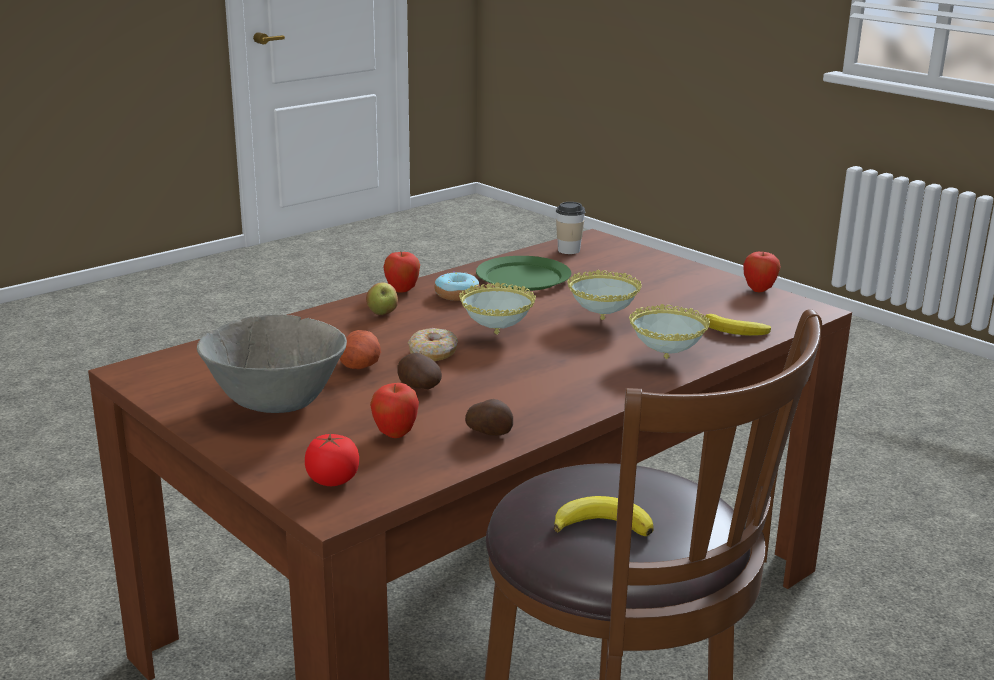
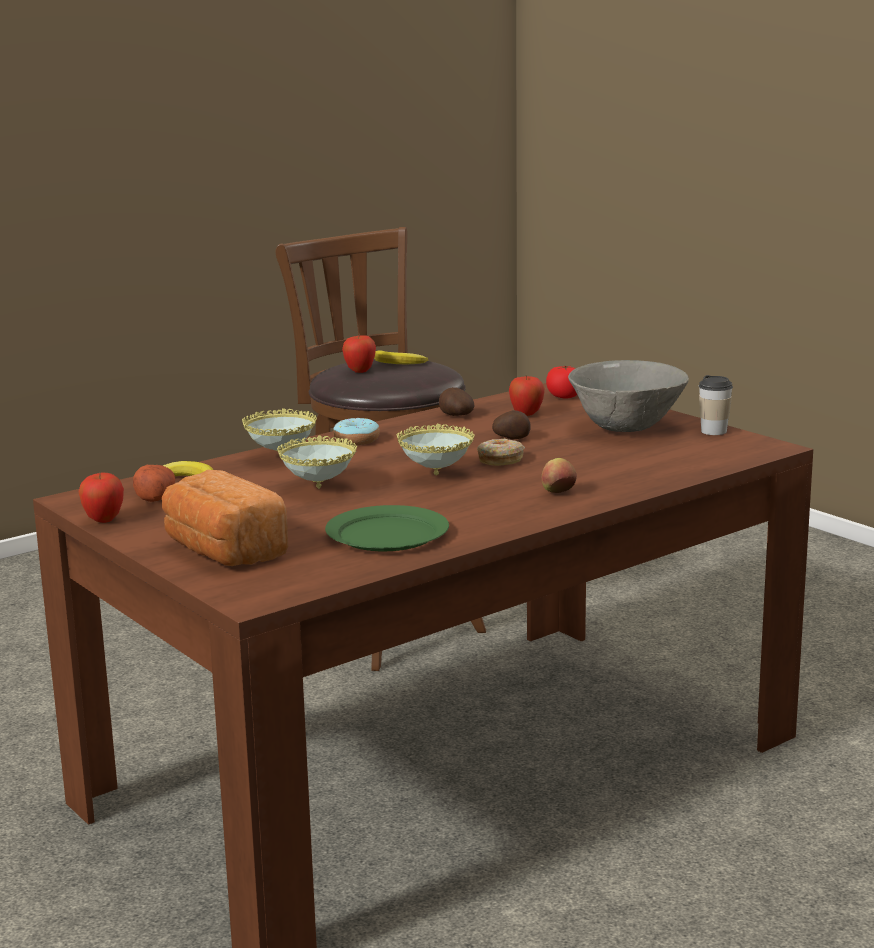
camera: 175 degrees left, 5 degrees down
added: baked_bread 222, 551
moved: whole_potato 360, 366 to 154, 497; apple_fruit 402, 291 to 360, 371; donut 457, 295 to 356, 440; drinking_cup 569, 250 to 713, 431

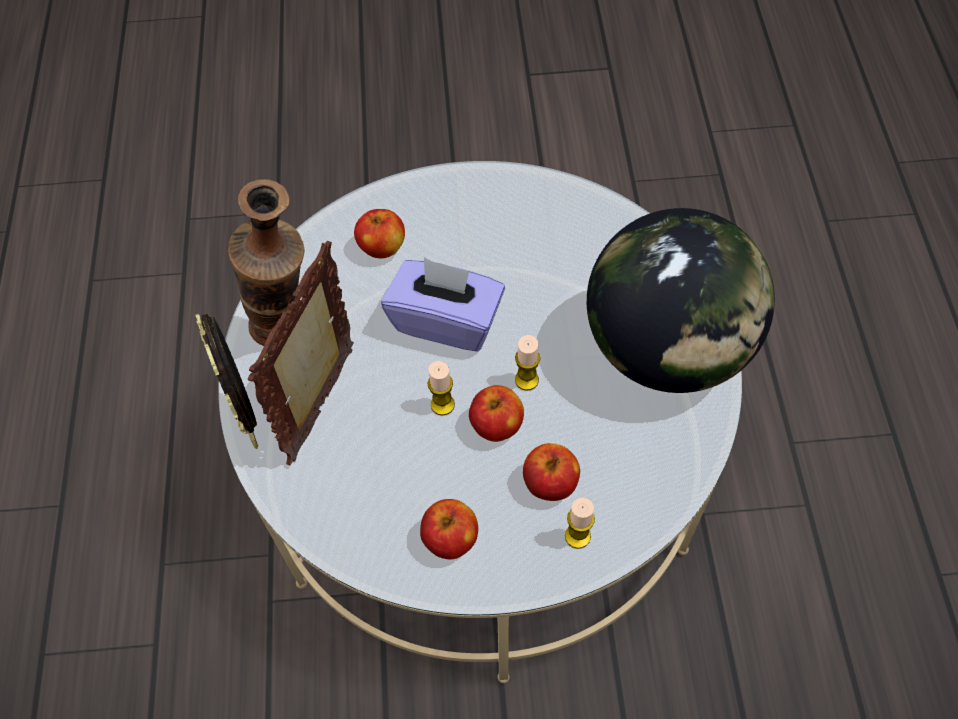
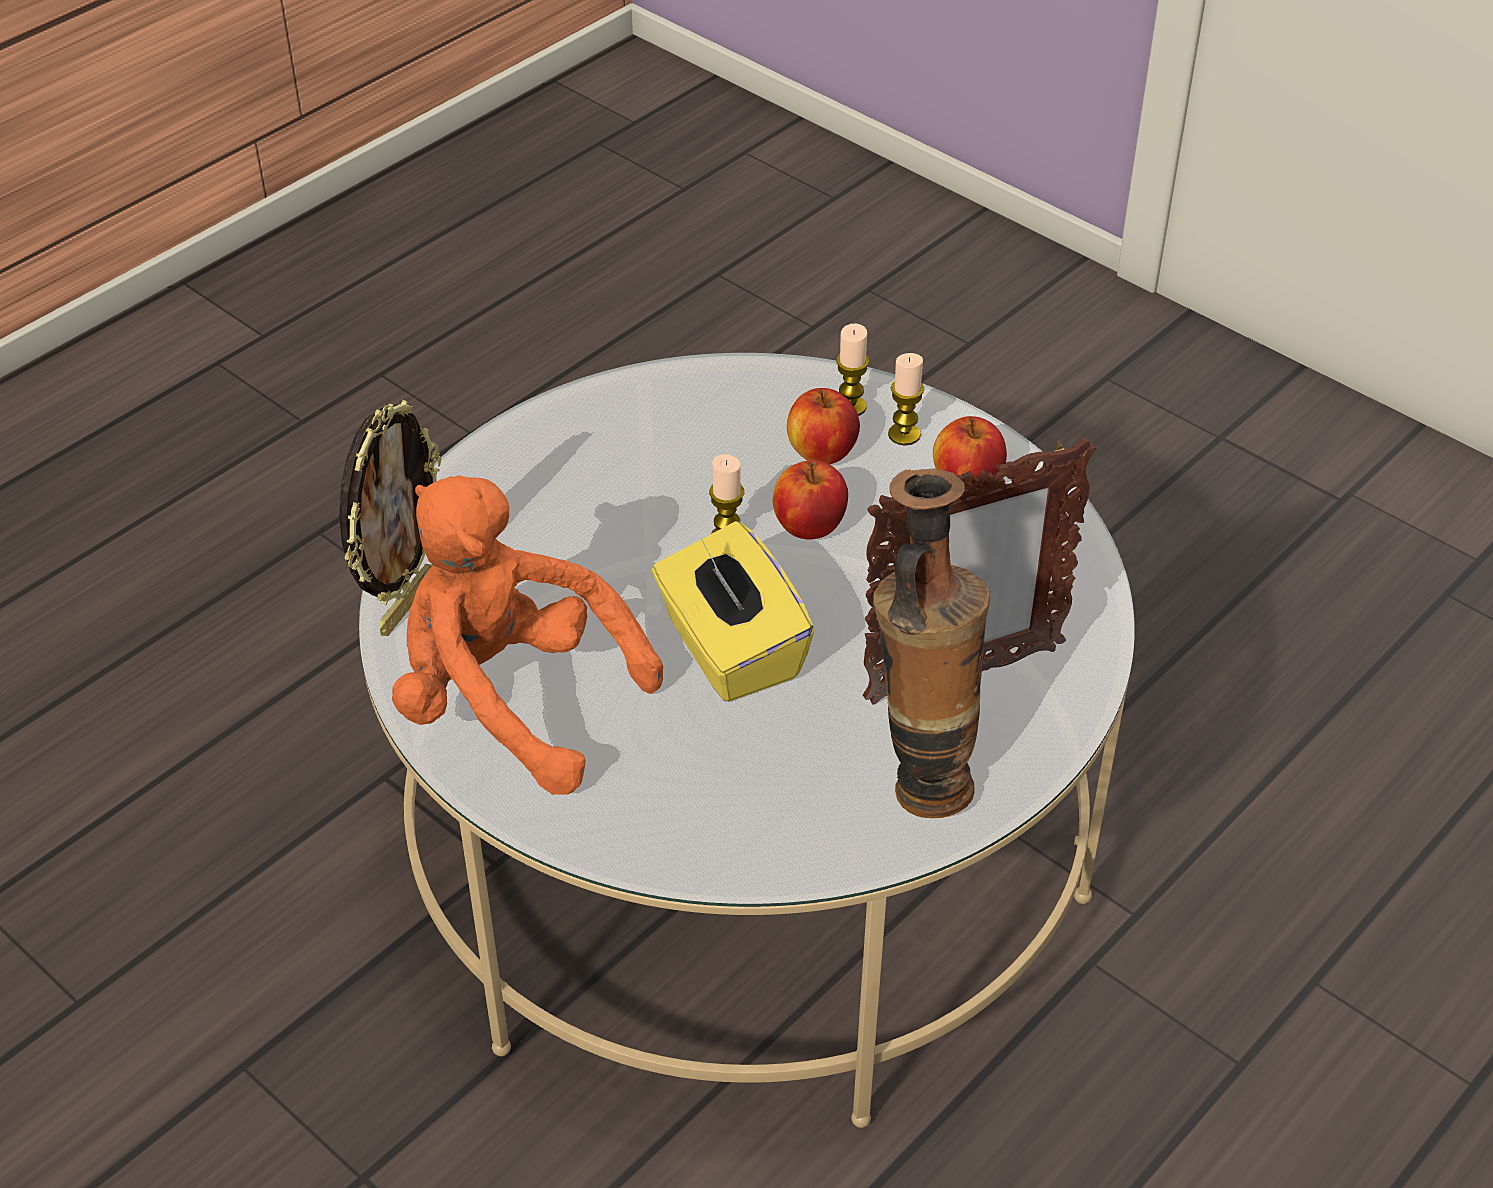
camera: 135 degrees left, 15 degrees down
removed: apple_fruit 382, 247; globe 666, 348
added: orange_cuddly_toy 511, 702
moved: standing_frame 250, 421 to 404, 604; wax_candle 442, 404 to 904, 435
recoloured: purple-coloured_tissue_holder 446, 321 to yellow_tissue_holder 730, 650

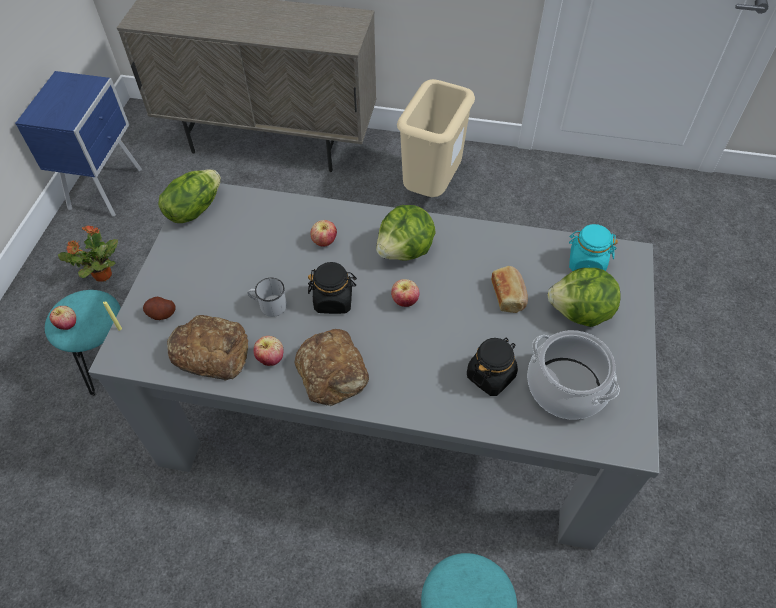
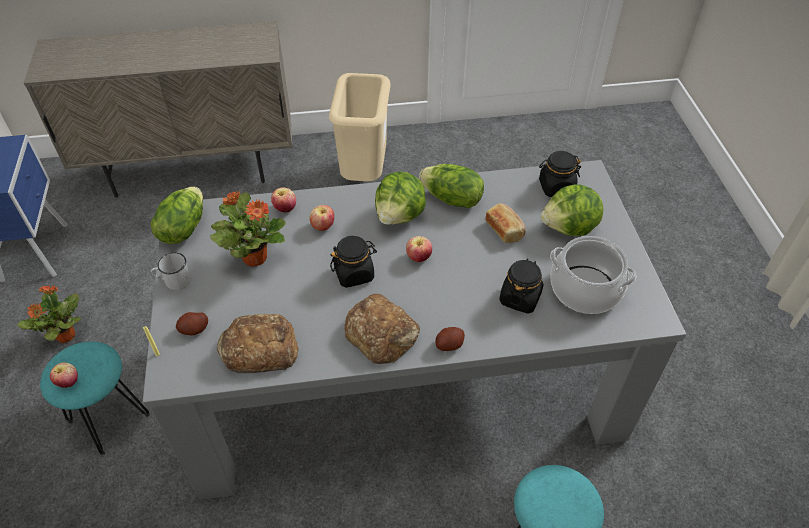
camera: 20 degrees left, 5 degrees down
added: houseplant 254, 257; lettuce_head 451, 199; whole_potato 449, 344
moved: white-coloured_mug 269, 305 to 173, 281; apple_fruit 271, 358 to 285, 208
recoloured: blue-green_storage_jar 586, 262 to black_storage_jar 556, 187

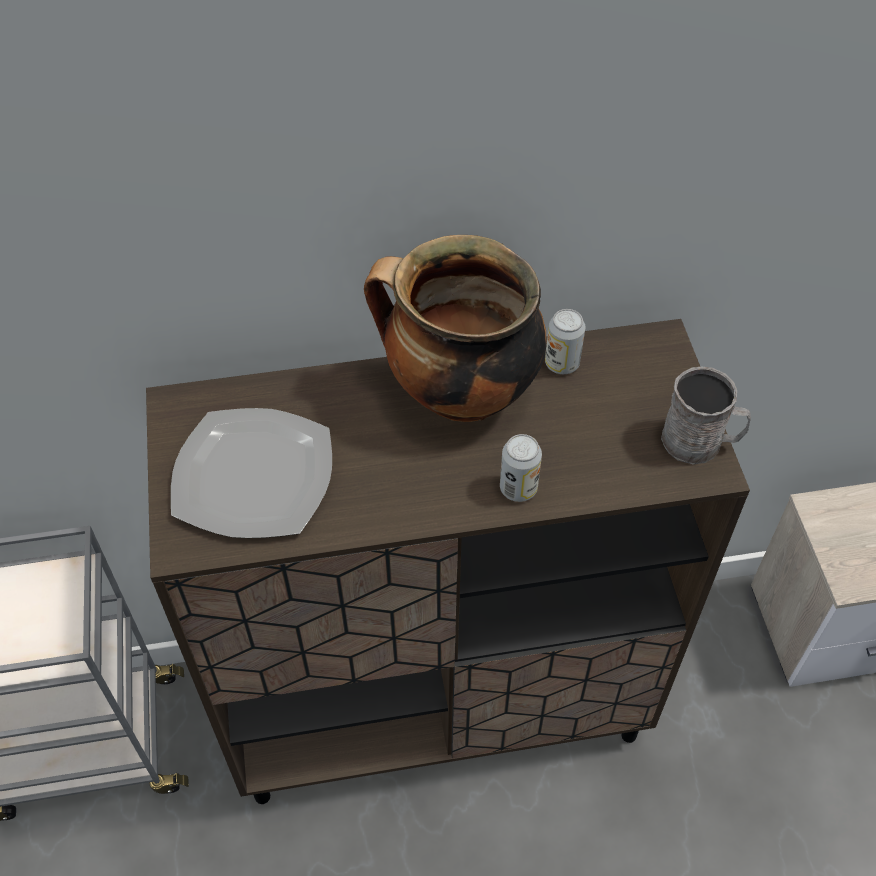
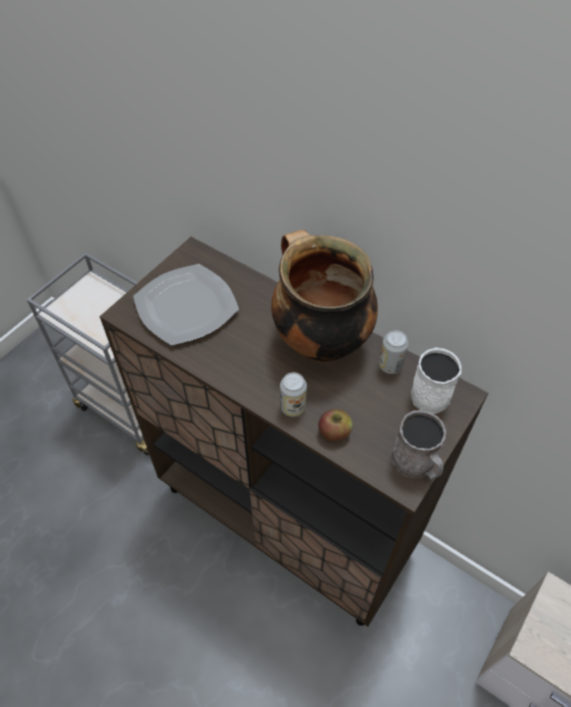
camera: 45 degrees right, 0 degrees up
added: apple_fruit 334, 432; white-coloured_mug 429, 391

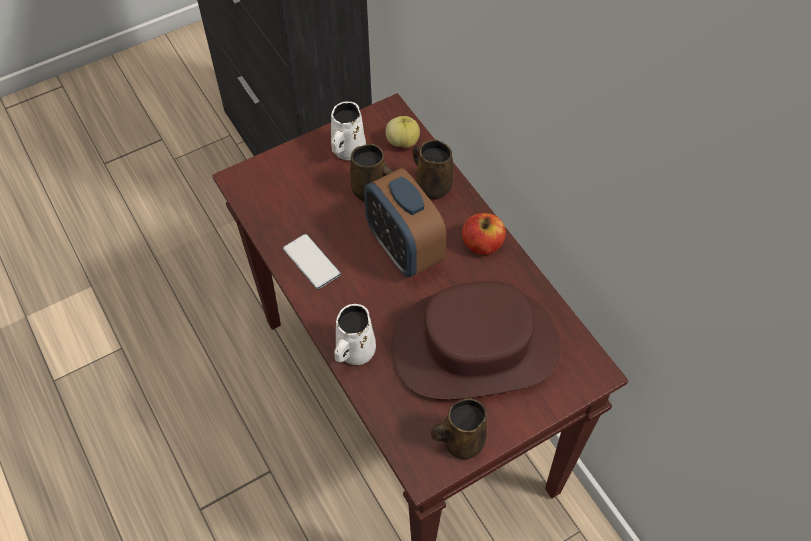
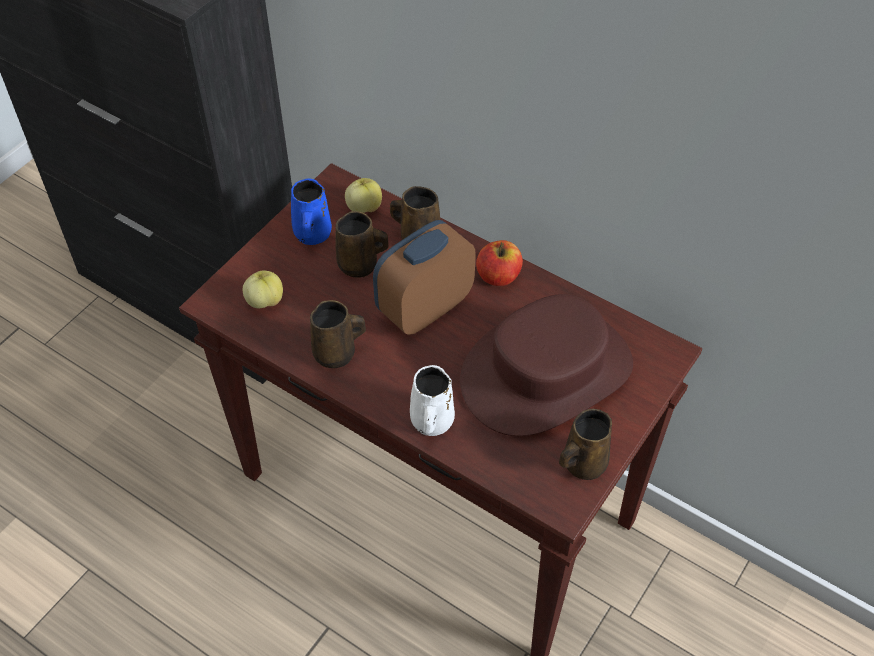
camera: 25 degrees left, 5 degrees down
added: apple_fruit 265, 301
replaced: telephone 311, 261 to brown_mug 337, 354
recoloured: white-coloured_mug 347, 151 to blue_mug 312, 235
turned: alarm_clock 404, 249 = 424, 308 105 degrees clockwise

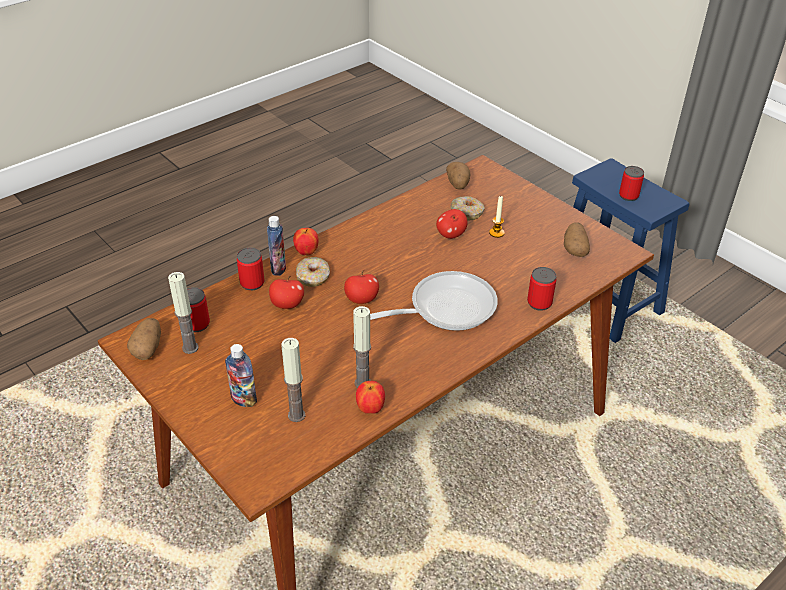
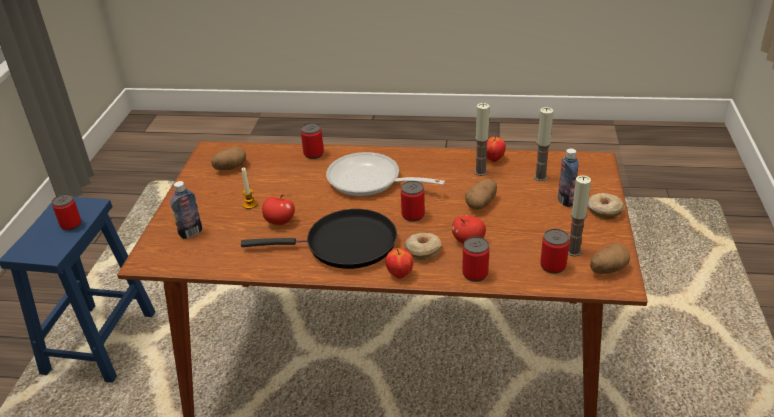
camera: 130 degrees left, 5 degrees down
added: black_skillet 345, 244
moved: bottle 278, 268 to 191, 233; whole_potato 458, 184 to 481, 203; donut 467, 213 to 604, 211
replaced: apple_fruit 361, 300 to metal_can 413, 215

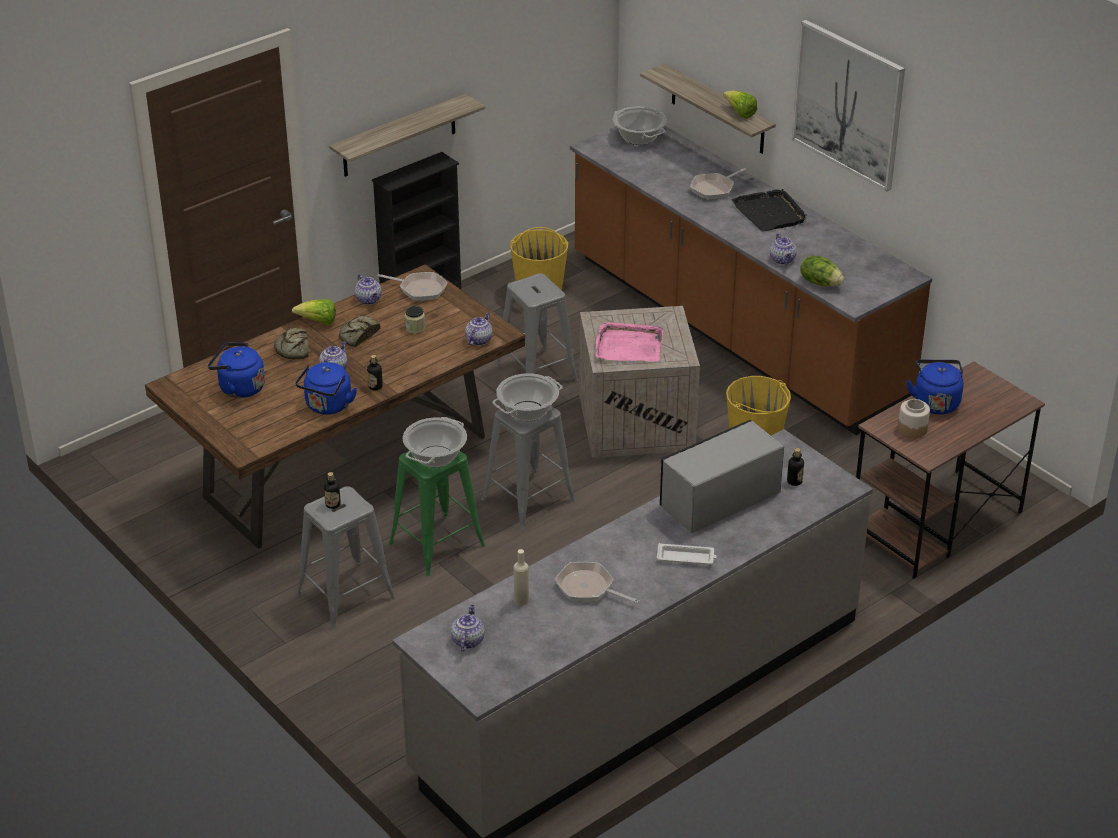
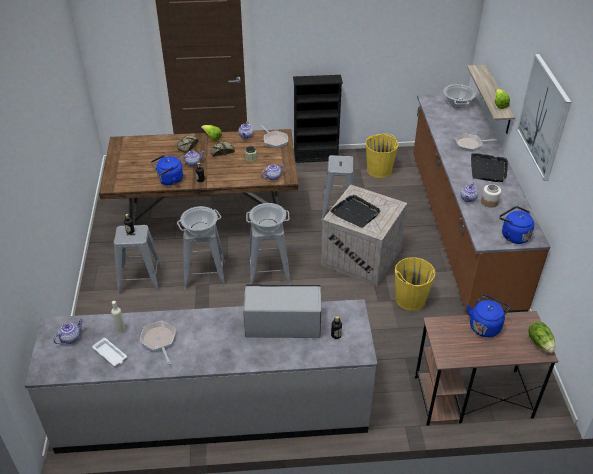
camera: 35 degrees right, 5 degrees up
removed: shelf 399, 136
moved: blue_water_kettle 239, 388 to 513, 235; white-coloured_tray 686, 557 to 110, 354; lettuce_head 820, 282 to 540, 343; storage_jar 912, 429 to 489, 202
recoloured: green_stool_seat 437, 544 to greyish_stool_seat 205, 275; pinkish_tray 628, 346 to black_tray 355, 213

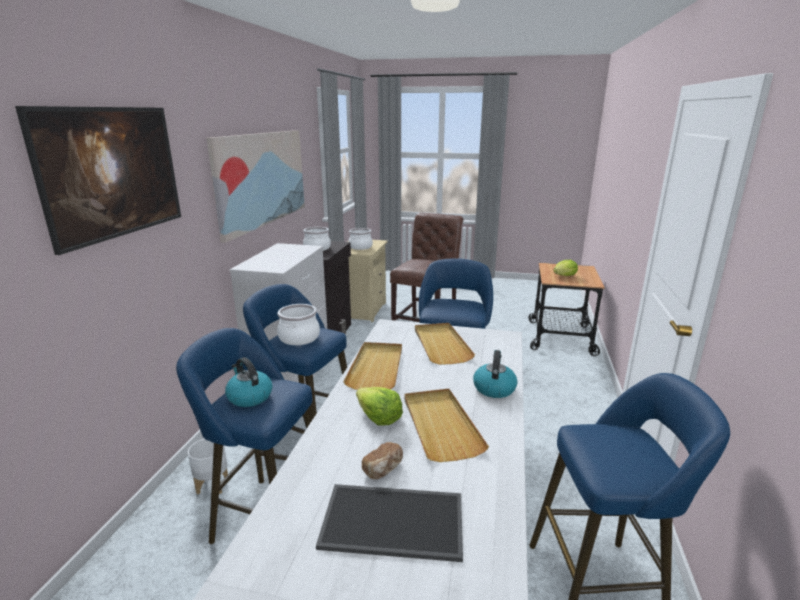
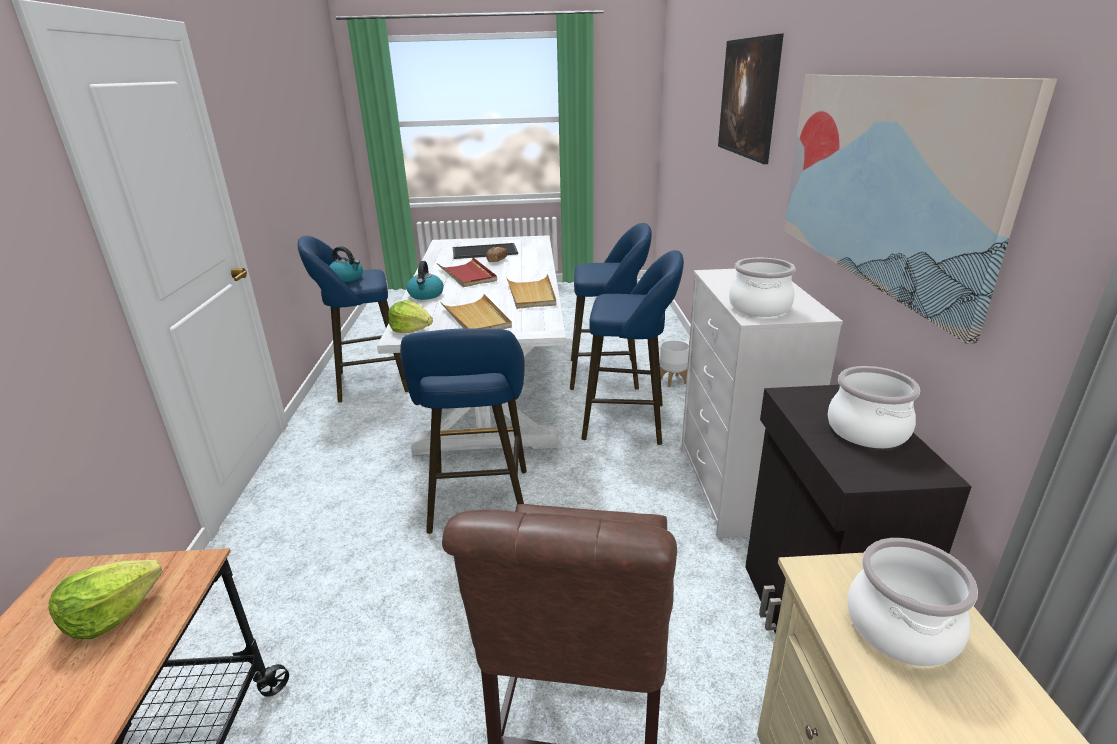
camera: 165 degrees right, 5 degrees up
moved: water_kettle 249, 397 to 347, 278; stockpot 299, 337 to 760, 308; lettuce_head 378, 418 to 411, 330
recoloured: sand-coloured_tray 440, 425 to red_tray 467, 275

